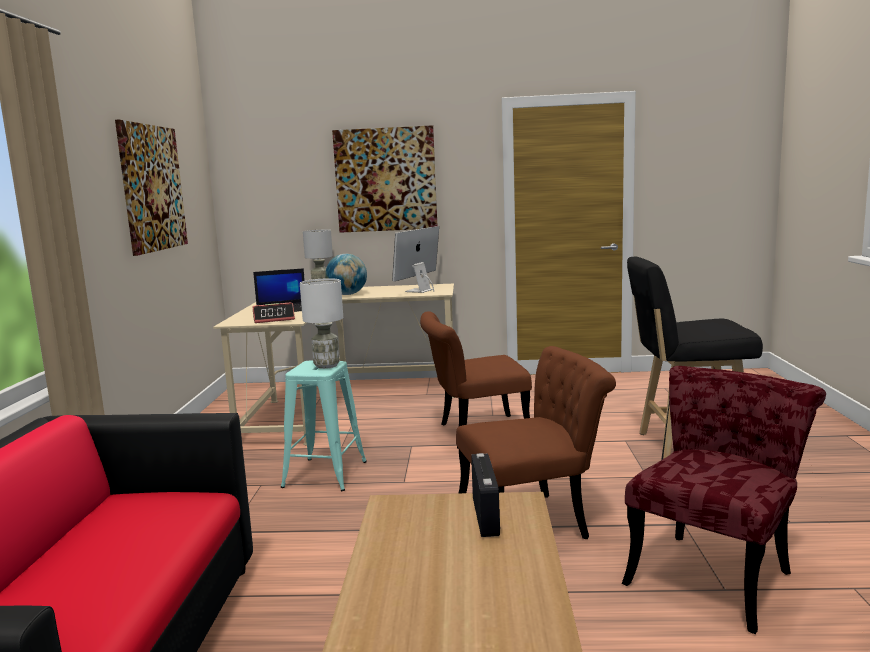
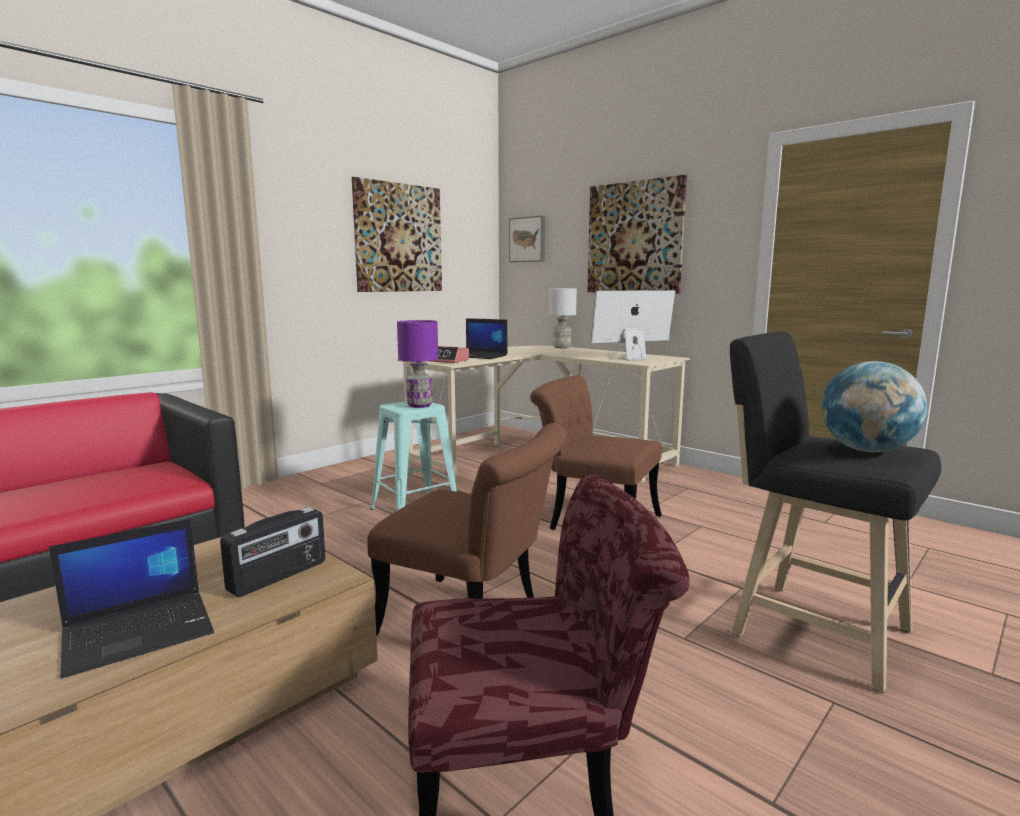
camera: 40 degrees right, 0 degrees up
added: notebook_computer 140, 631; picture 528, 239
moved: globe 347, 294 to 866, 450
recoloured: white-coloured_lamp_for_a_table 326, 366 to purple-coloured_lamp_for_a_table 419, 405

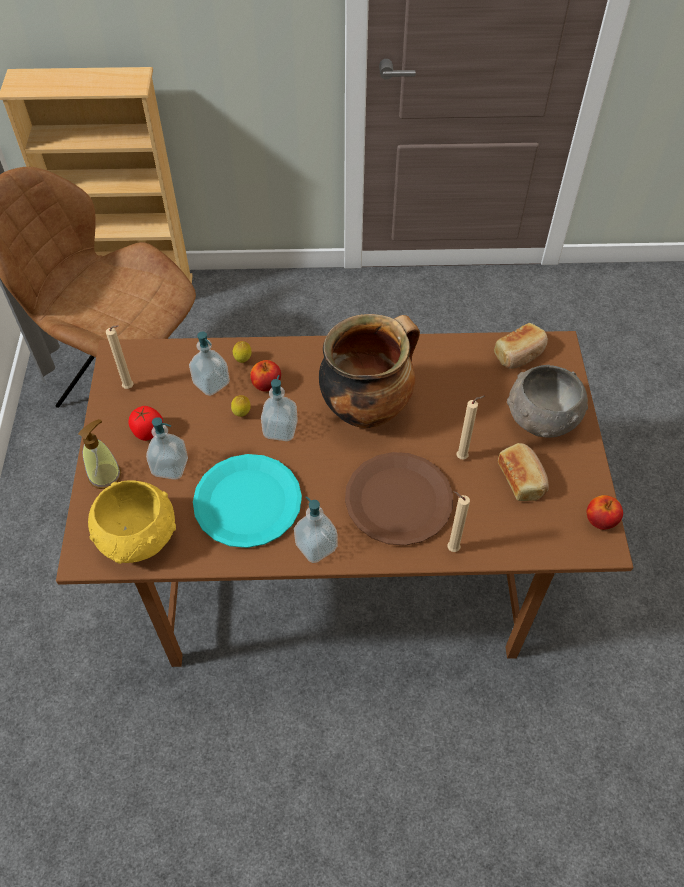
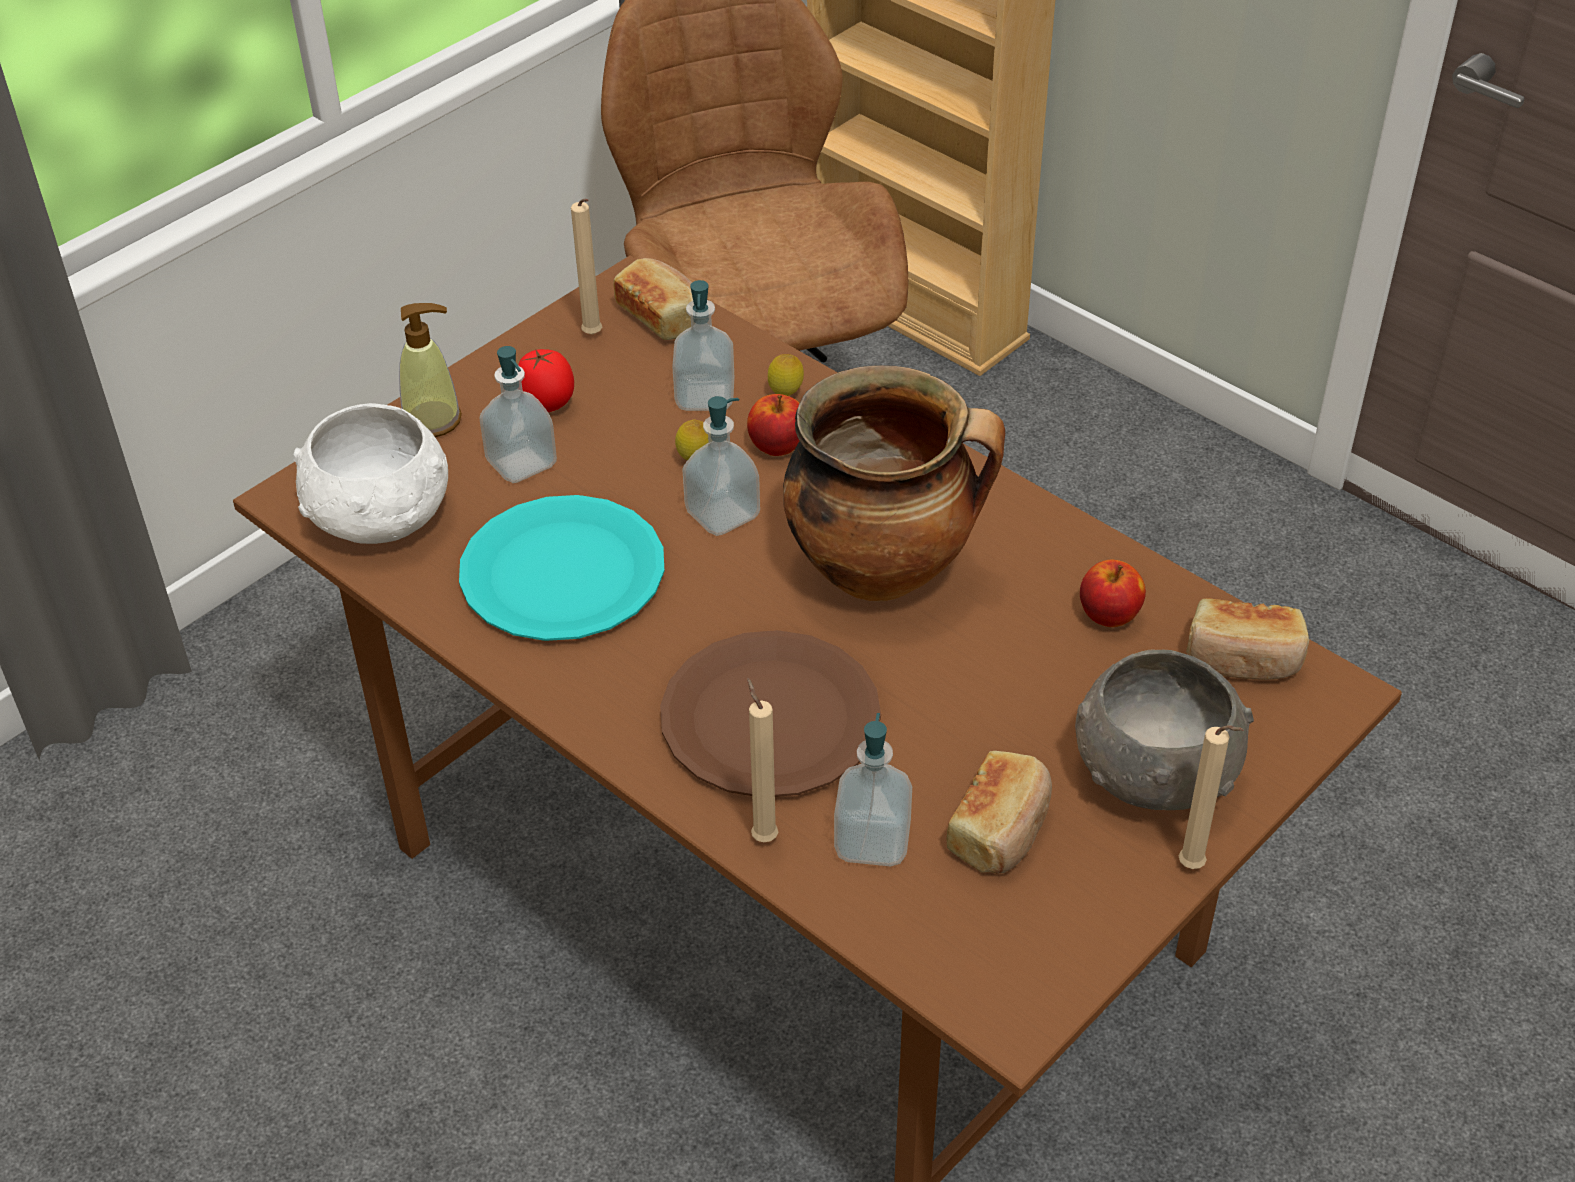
camera: 45 degrees right, 10 degrees down
added: baked_bread 663, 316
moved: soap_dispenser 316, 546 to 872, 841; sand-coloured_wax_candle 464, 457 to 1195, 867; apple_fruit 600, 520 to 1109, 615
recoloured: yellow_serving_bowl 138, 537 to white-coloured_serving_bowl 380, 518

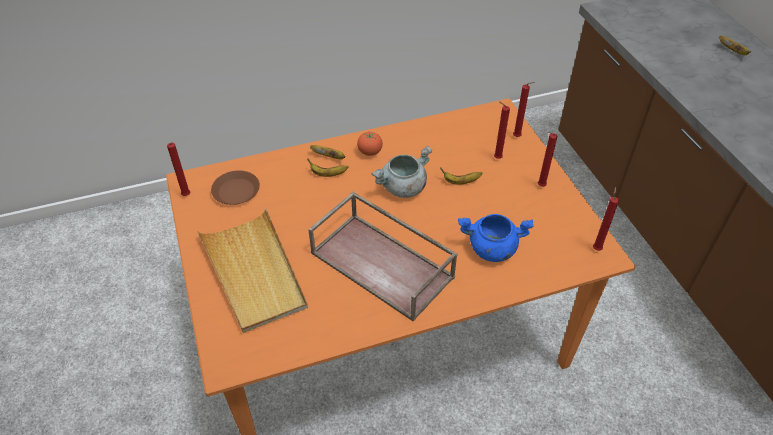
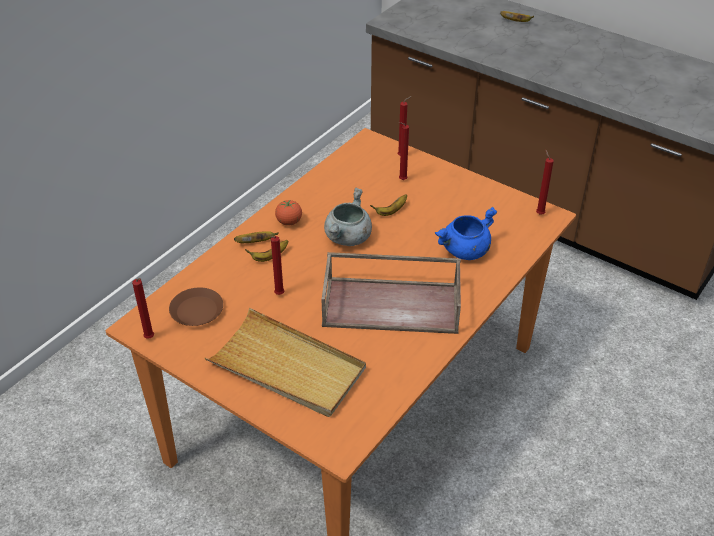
camera: 35 degrees left, 5 degrees down
moved: red_wax_candle 540, 186 to 278, 295

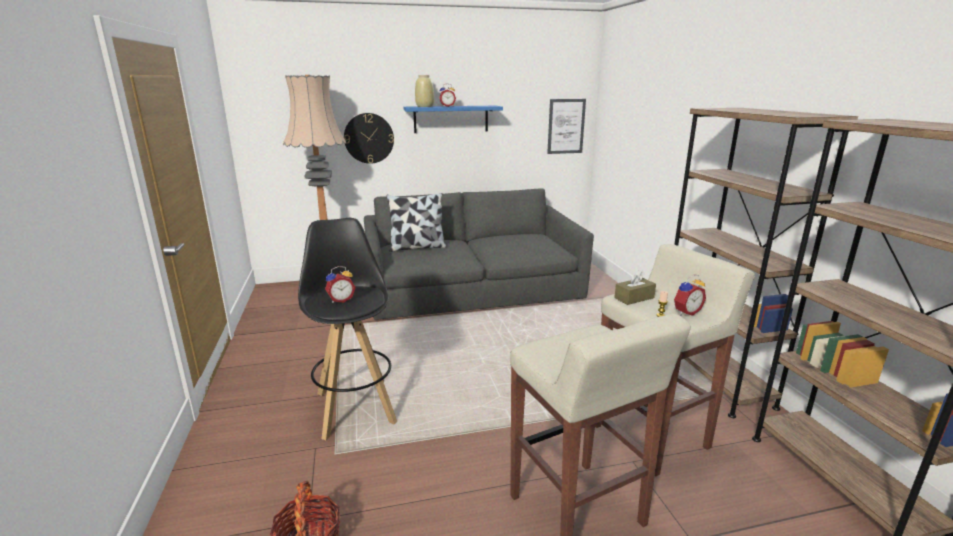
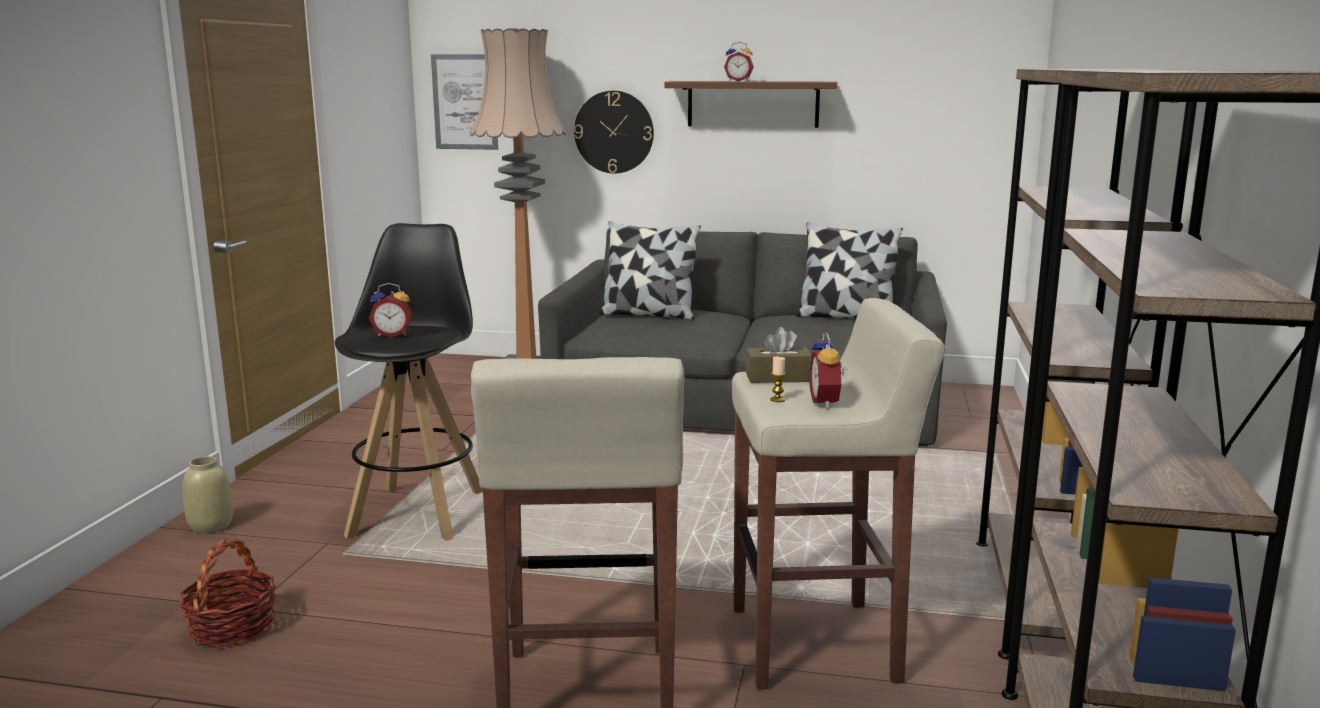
camera: 25 degrees right, 5 degrees down
added: cushion 846, 317
moved: sand-coloured_decorative_vase 424, 106 to 211, 525; picture 566, 126 to 465, 102
recoloured: blue_shelf 451, 119 to brown_shelf 753, 104
turned: alarm_clock 685, 312 = 827, 402 90 degrees clockwise

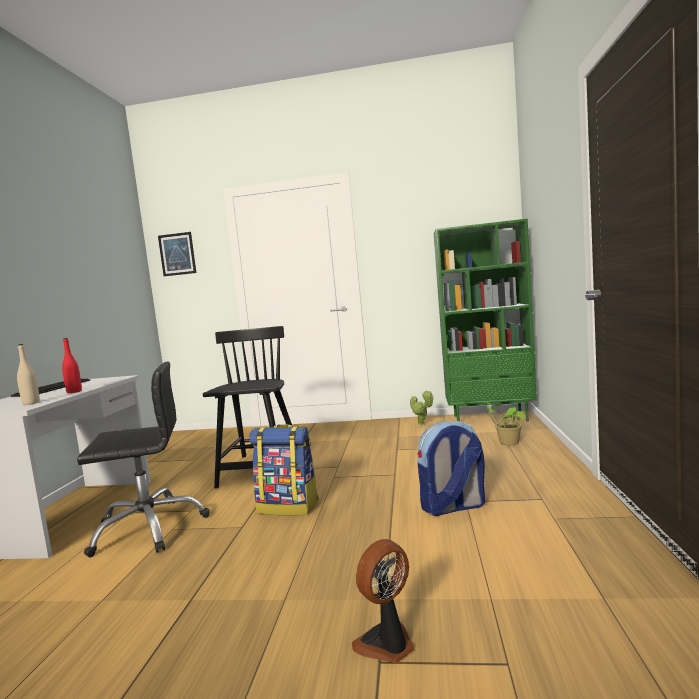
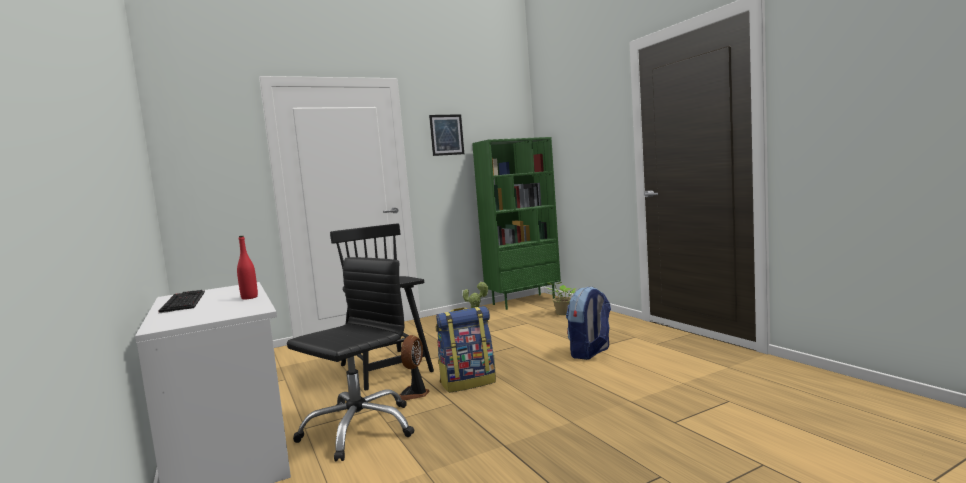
camera: 35 degrees left, 0 degrees up
removed: sand-coloured_bottle 31, 403
moved: picture 177, 254 to 446, 135; fan 387, 644 to 414, 394

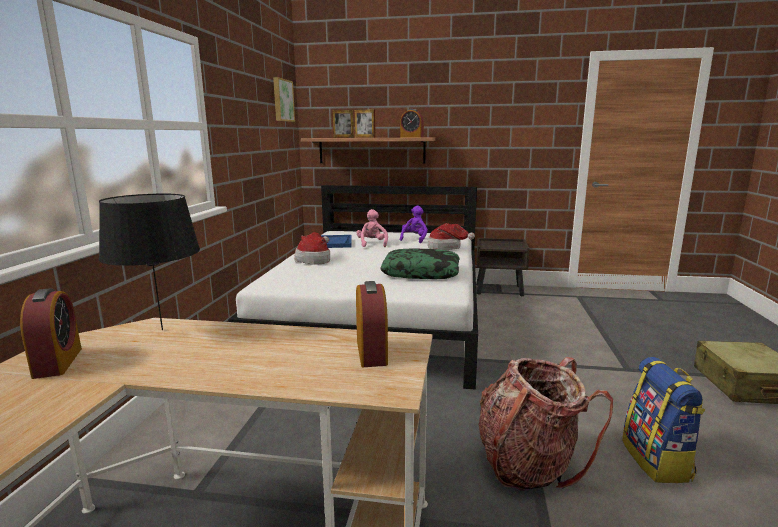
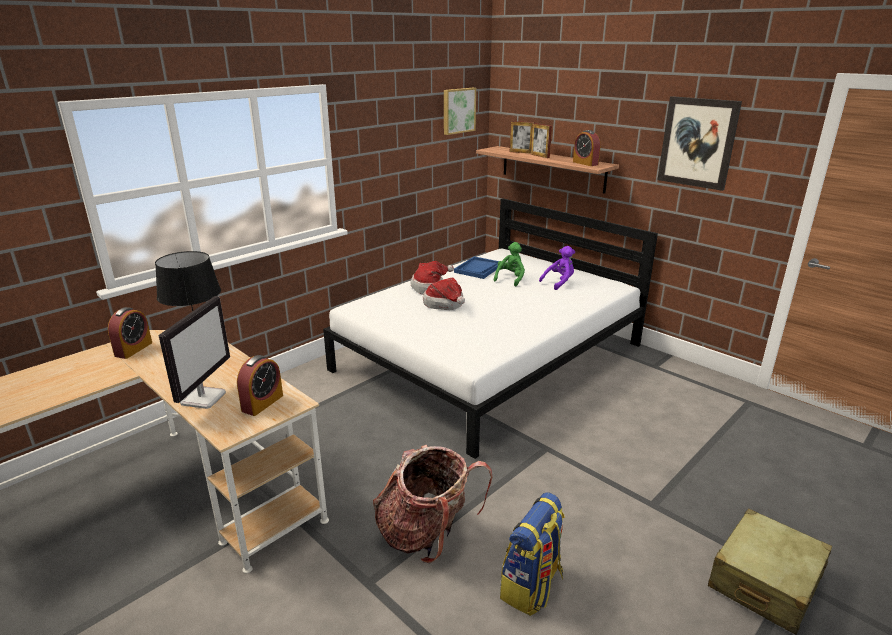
camera: 35 degrees right, 10 degrees up
removed: cushion 421, 272; brown_night_table 499, 290
added: monitor 203, 397; picture 697, 142
moved: hat 447, 247 to 445, 305
recoloured: pinkish_cuddly_toy 372, 244 to green_cuddly_toy 510, 279

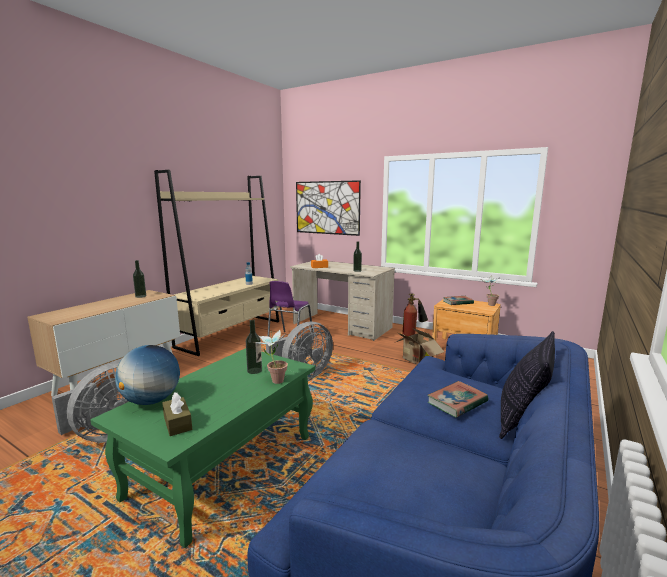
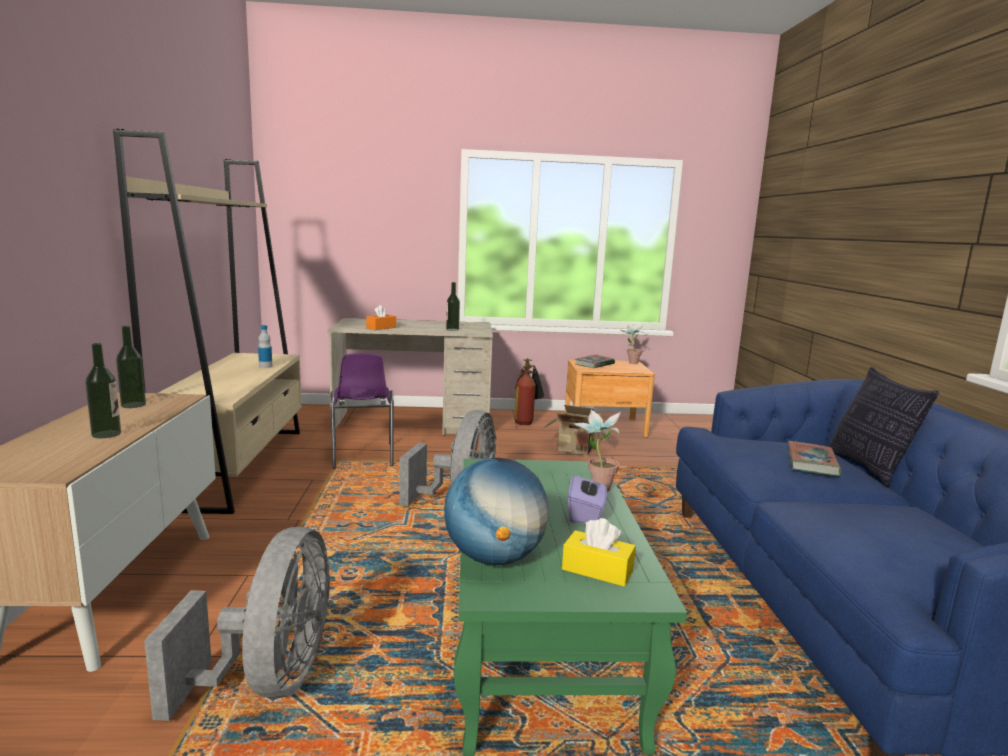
camera: 35 degrees left, 0 degrees up
removed: picture 327, 207
added: purple-coloured_tissue_holder 586, 515
moved: bottle 254, 370 to 106, 434
recoloured: brown_tissue_holder 177, 423 to yellow_tissue_holder 597, 570

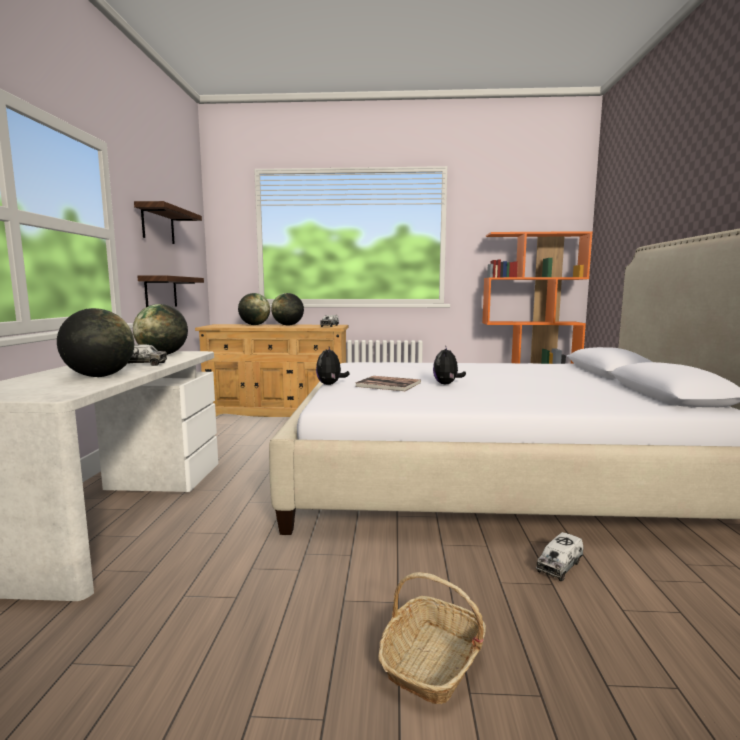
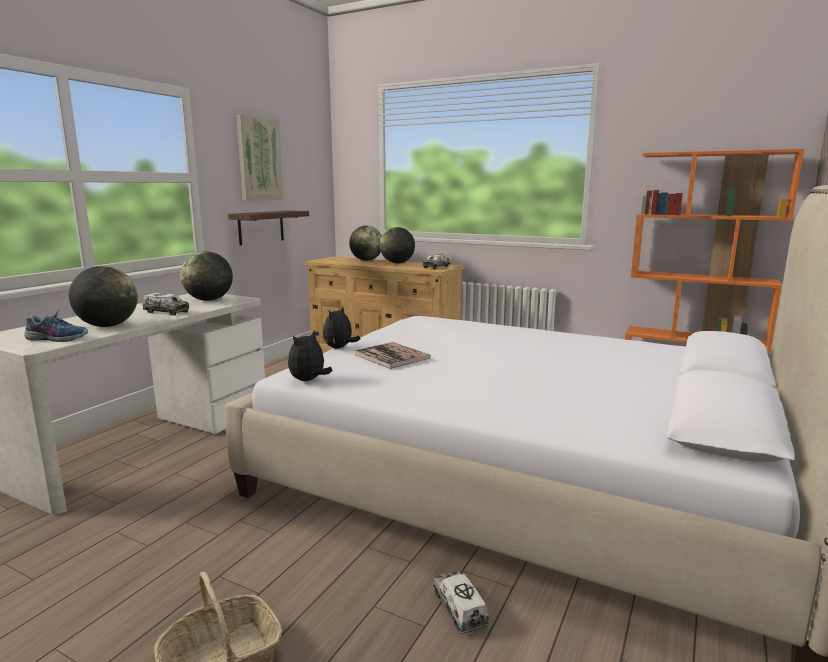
camera: 25 degrees right, 5 degrees up
added: shoe 57, 338
moved: cuddly_toy 447, 384 to 308, 380
replaced: shelf 158, 225 to picture 259, 159
turned: toy_lorry 559, 565 = 459, 609 90 degrees clockwise

